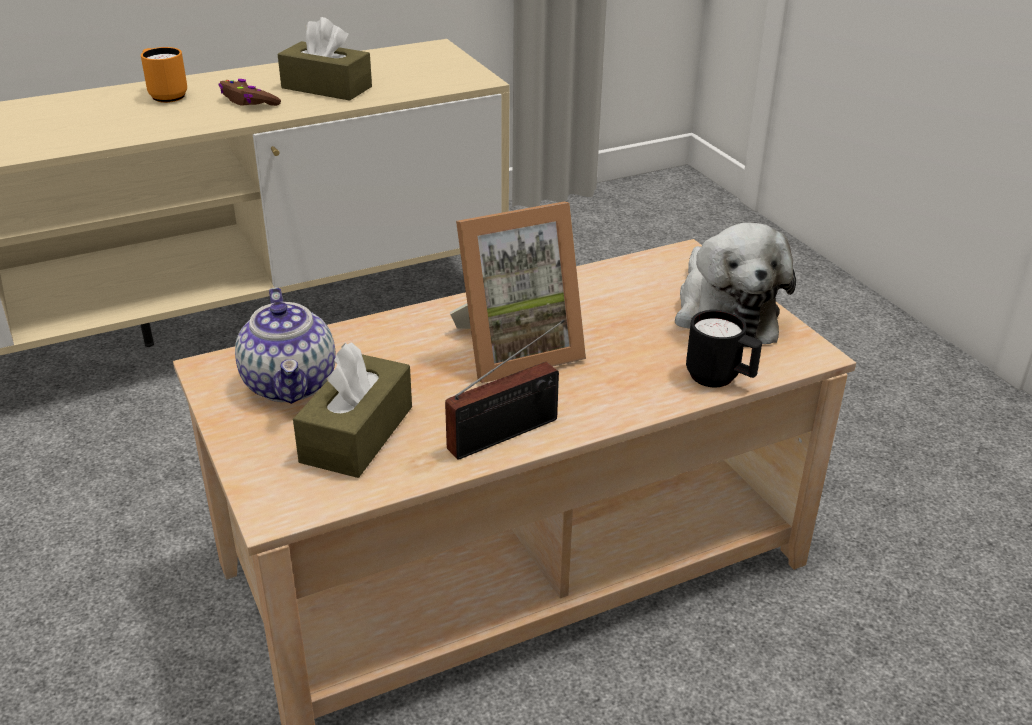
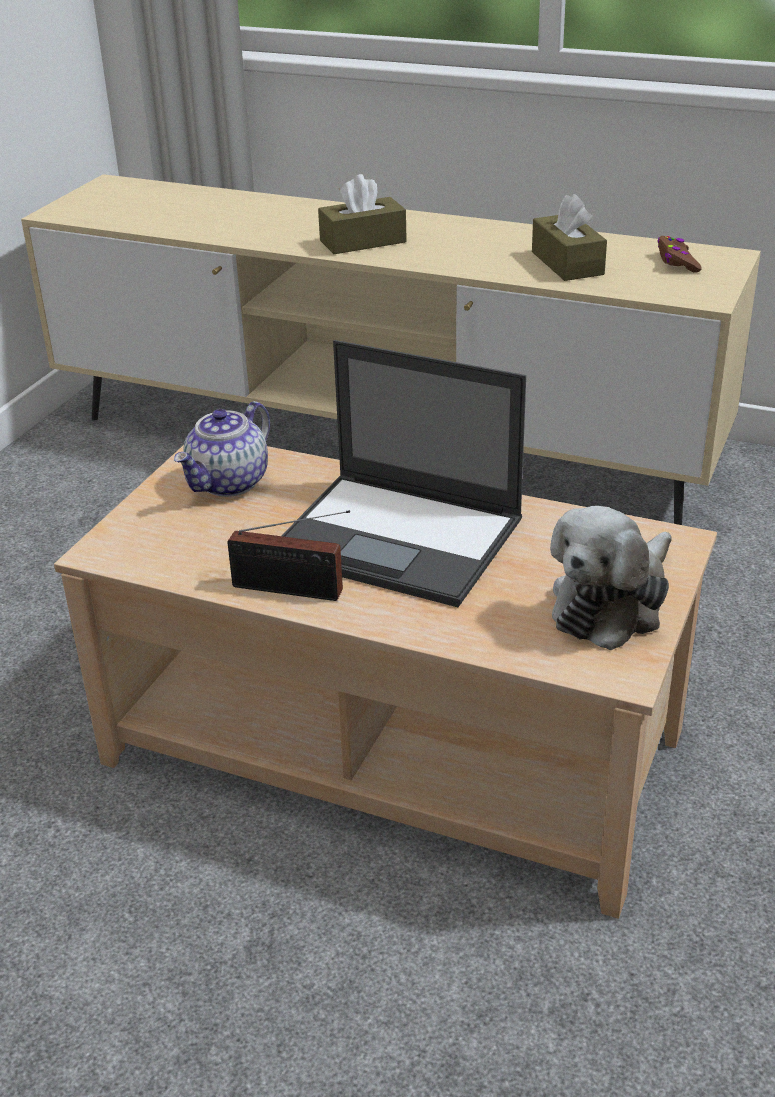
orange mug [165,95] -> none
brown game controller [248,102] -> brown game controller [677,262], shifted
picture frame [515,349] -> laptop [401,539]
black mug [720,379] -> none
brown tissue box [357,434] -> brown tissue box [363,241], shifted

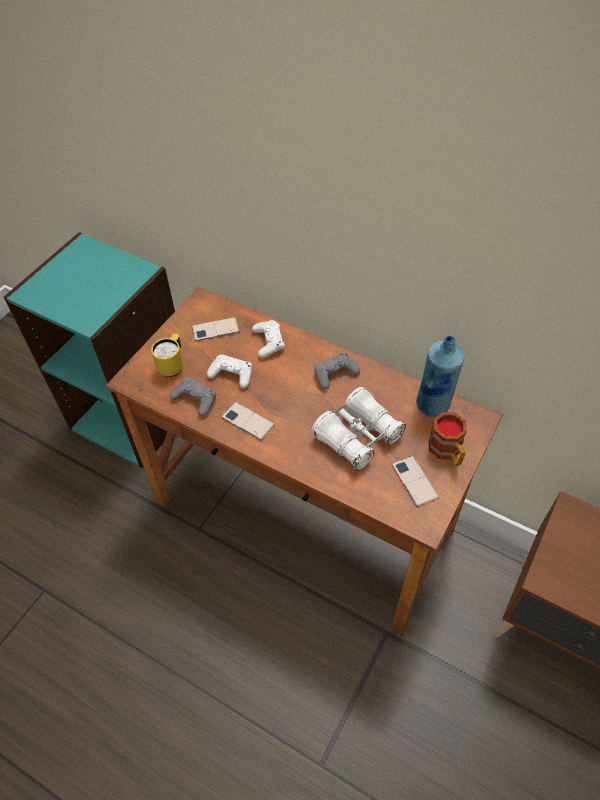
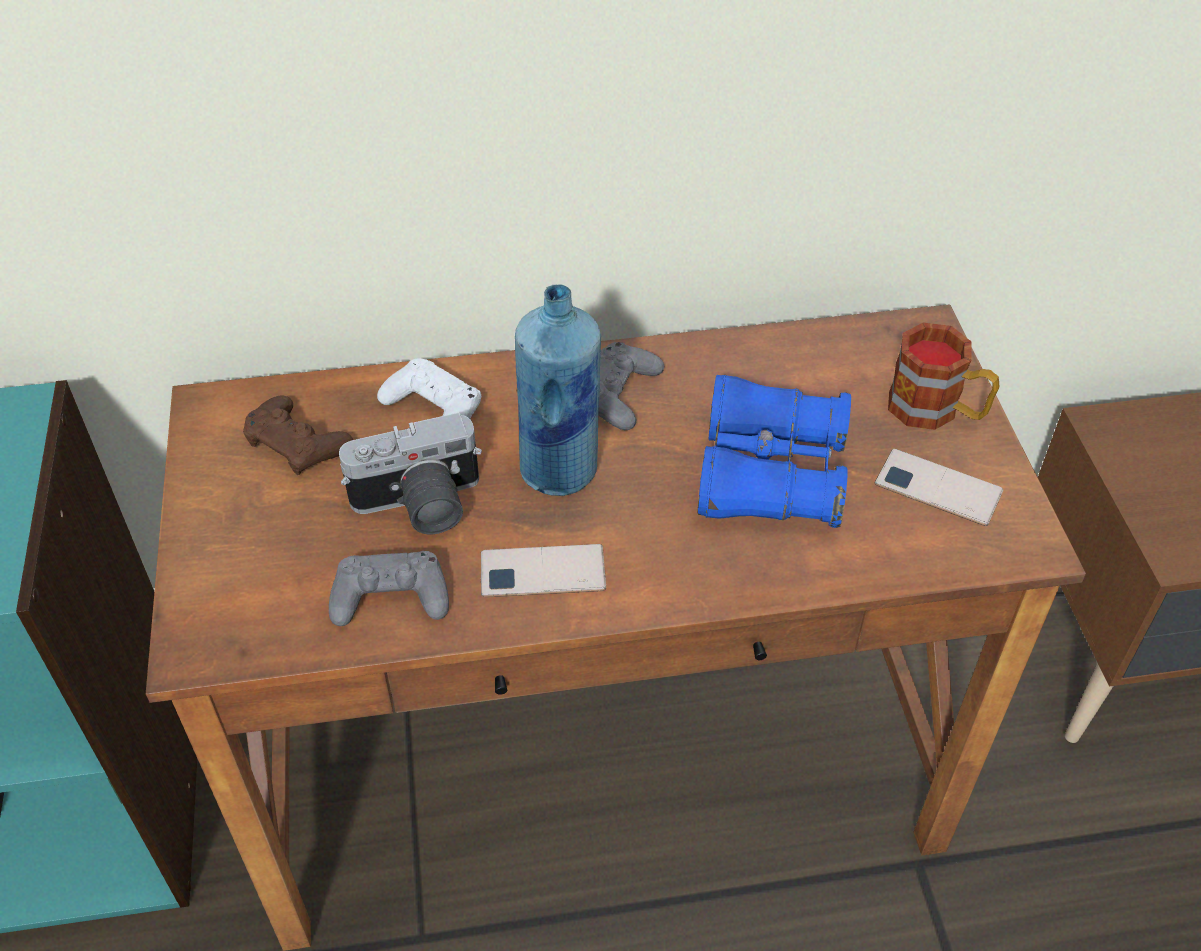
phone [215,329] -> brown game controller [297,444]
yellow mug [172,365] -> none
blue bottle [433,405] -> blue bottle [560,470], shifted
white game controller [232,374] -> photo camera [419,507]
white binoculars [357,436] -> blue binoculars [770,474]

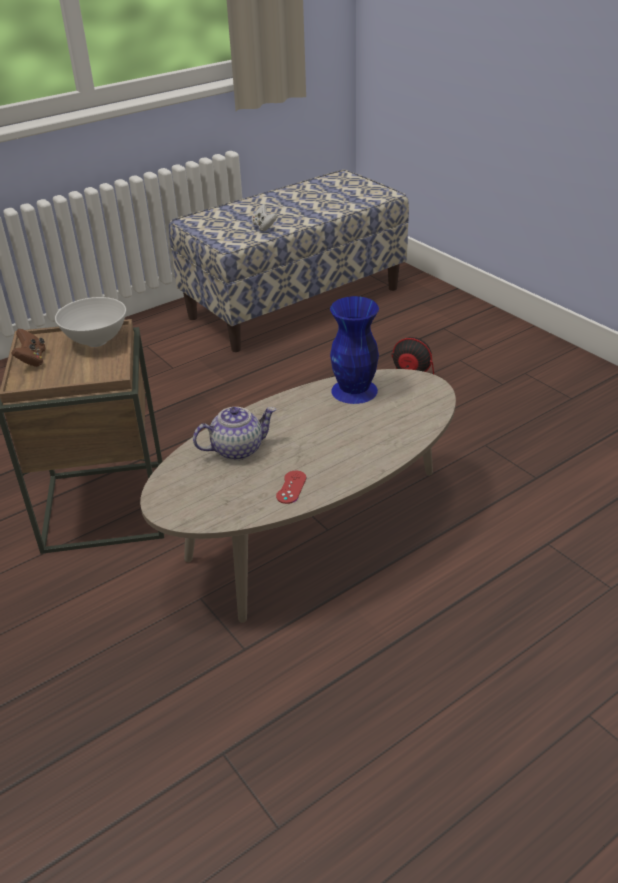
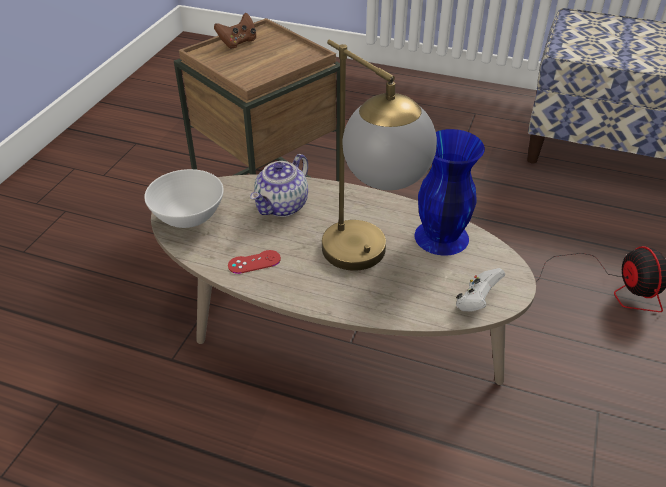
white game controller [264,227] -> white game controller [476,302], shifted
white bowl [97,341] -> white bowl [189,220], shifted
teapot [237,449] -> teapot [282,206], 90 degrees clockwise
none -> table lamp [369,261]

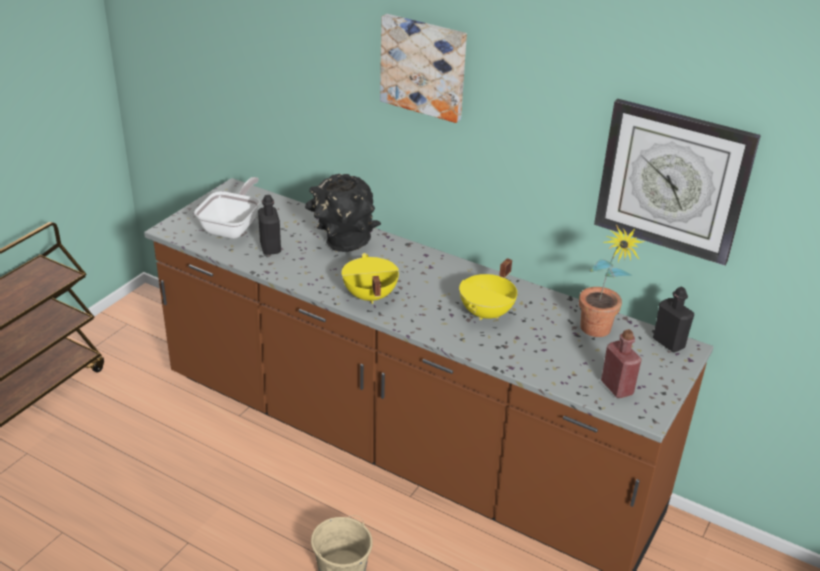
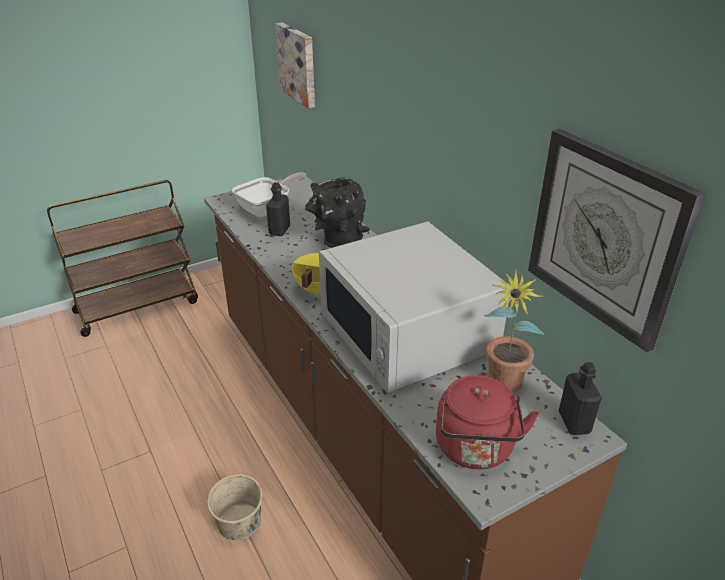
picture [424,66] -> picture [298,64], shifted
yellow cooking pot [487,313] -> white microwave [408,334]
red bottle [617,387] -> red kettle [475,450]

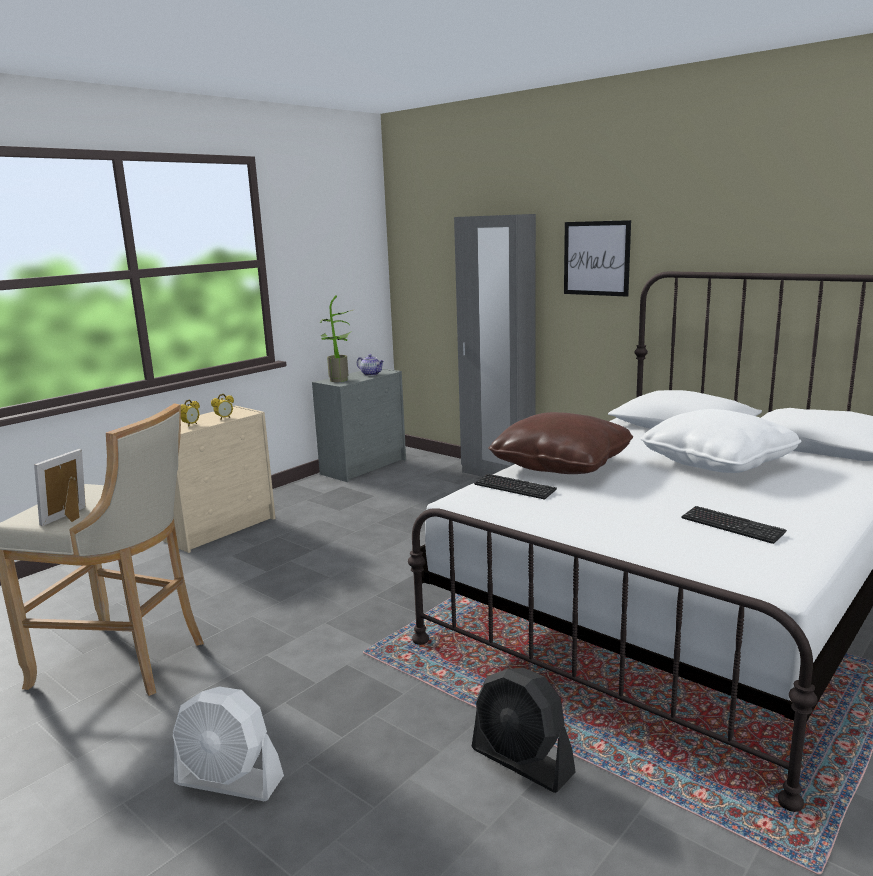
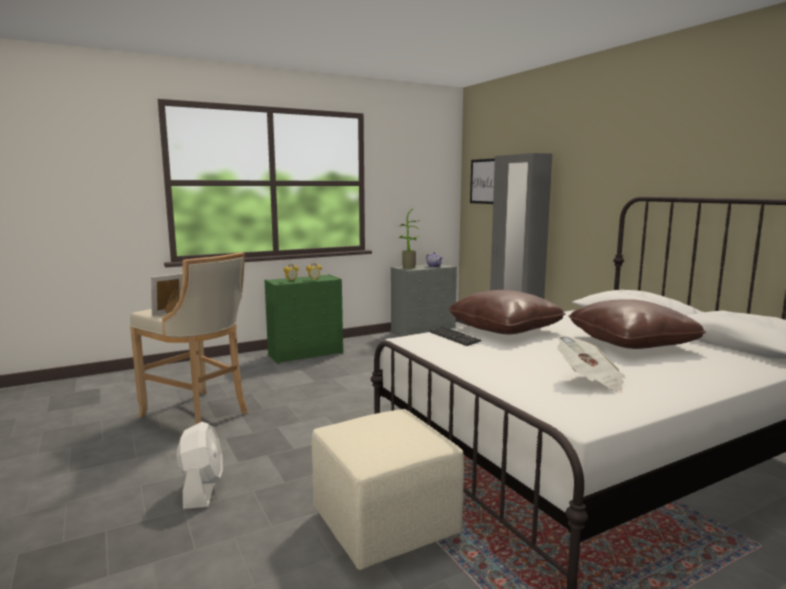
picture [596,258] -> picture [484,181], shifted
beige dresser [221,528] -> green dresser [306,353]
white pillow [717,463] -> brown pillow [631,343]
keyboard [732,526] -> newspaper [590,381]
black fan [522,761] -> beige ottoman [386,526]
white fan [229,781] -> white fan [202,489], 135 degrees counterclockwise

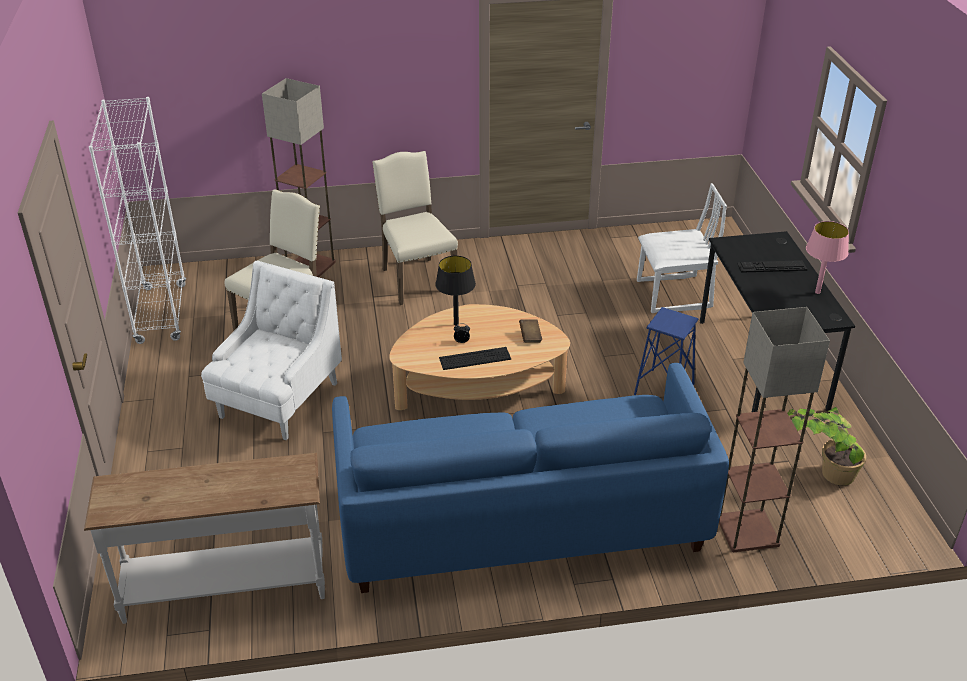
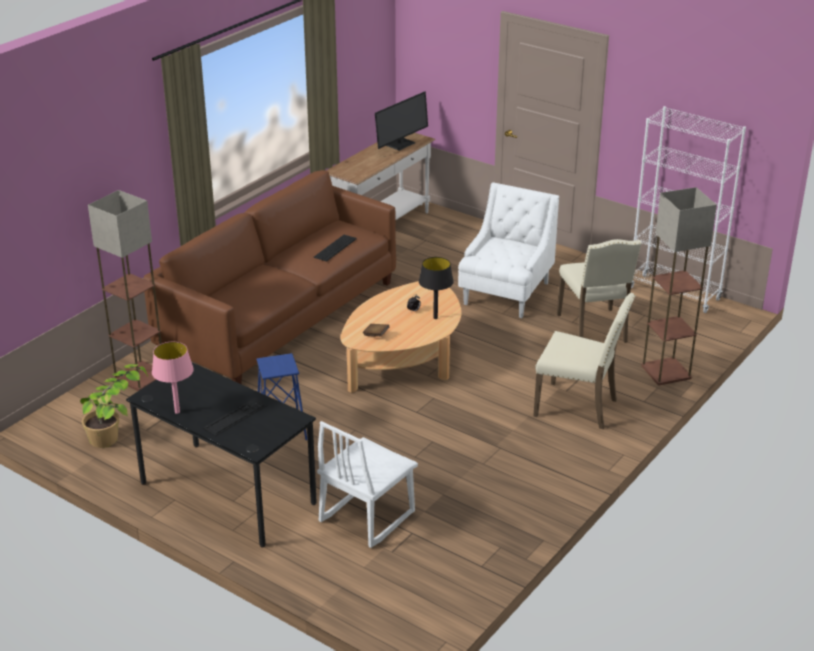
white armchair [278,401] -> white armchair [506,294], 135 degrees counterclockwise
keyboard [475,358] -> keyboard [335,248], shifted
blue sofa [520,518] -> brown sofa [280,317]
none -> monitor [399,143]

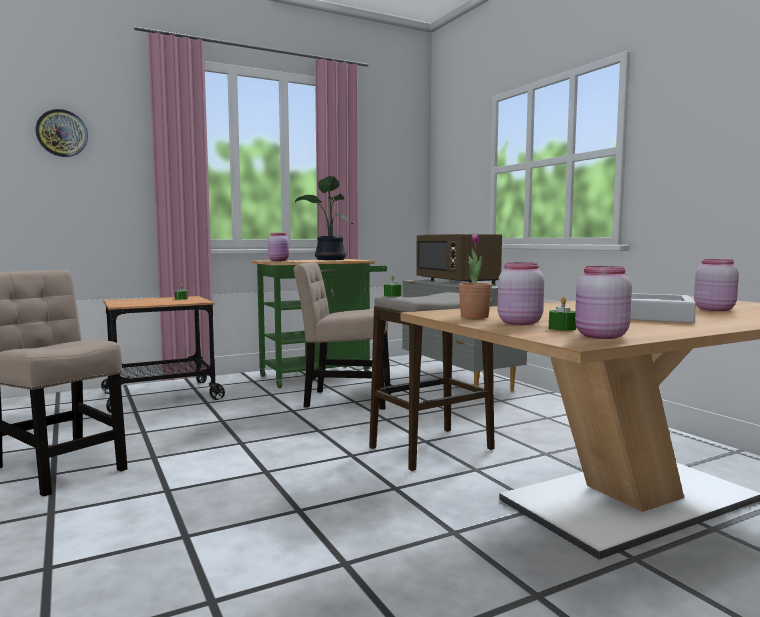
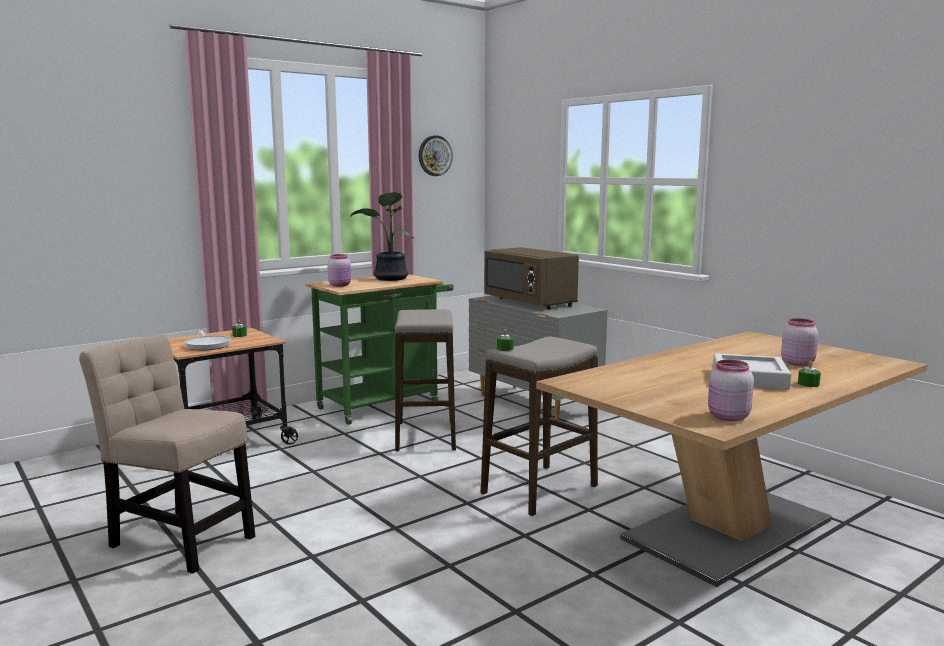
wall clock [62,133] -> wall clock [435,155], shifted
potted plant [474,317] -> none
beige chair [343,400] -> stool [425,436]
pink jar [518,323] -> none
green candle [562,328] -> green candle [808,384], shifted
none -> frying pan [208,345]

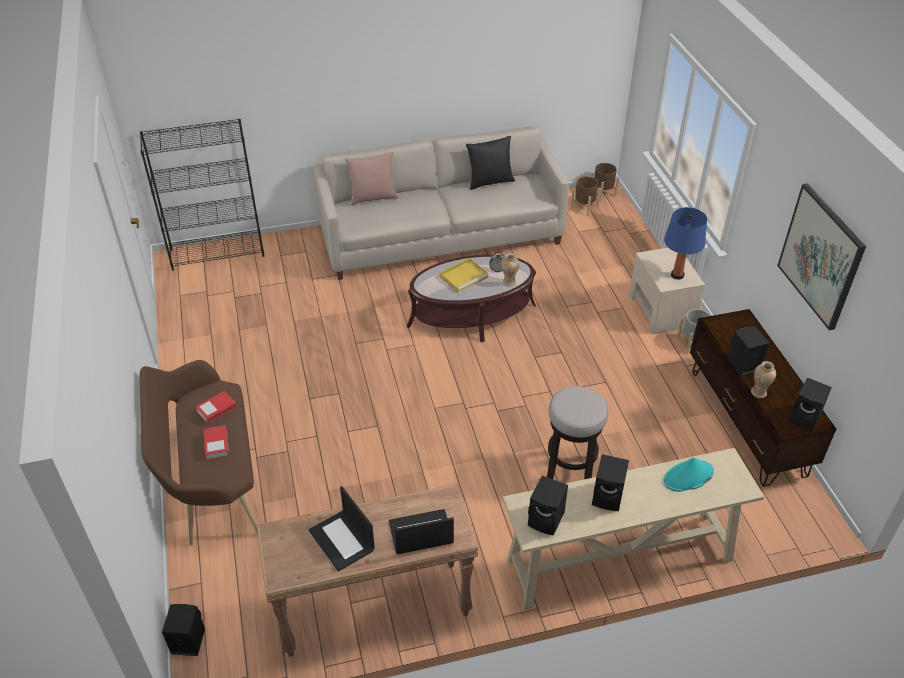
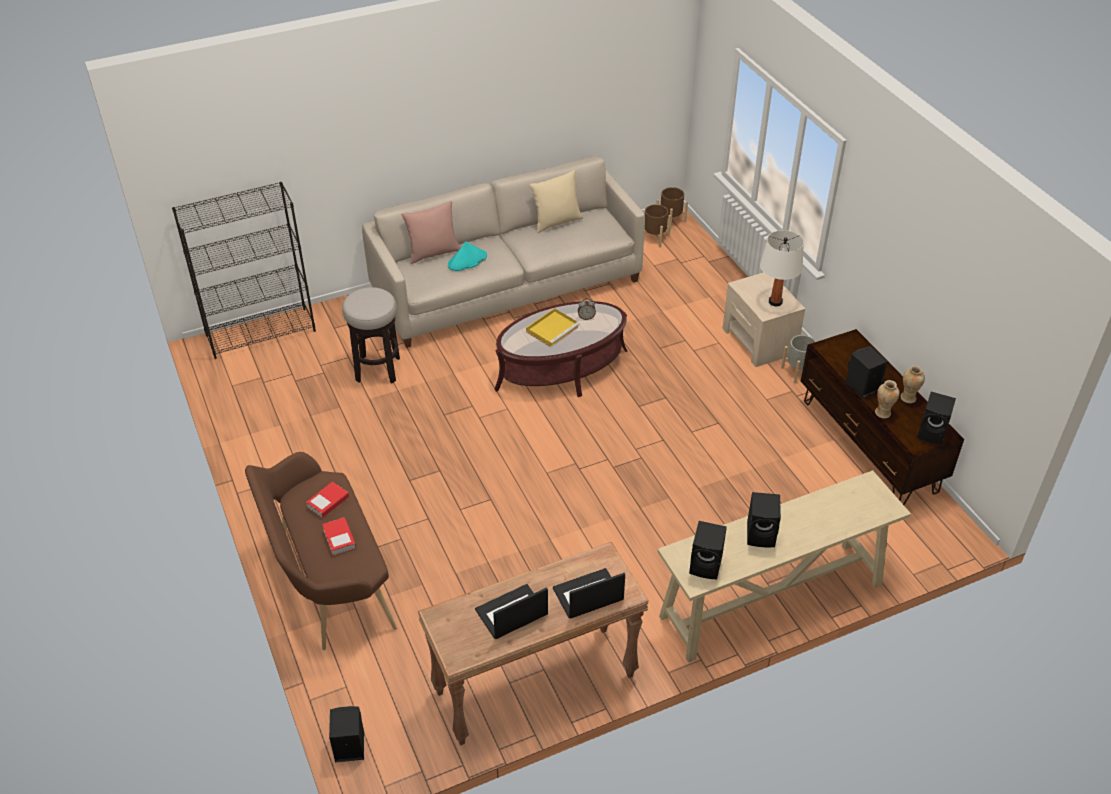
black pillow [490,182] -> beige pillow [556,222]
picture [821,256] -> none
blue table lamp [677,275] -> white table lamp [775,302]
vase [509,282] -> vase [908,398], shifted
stool [570,468] -> stool [378,369], shifted
turquoise hat [688,476] -> turquoise hat [467,261], shifted
laptop [342,540] -> laptop [511,613], 105 degrees clockwise

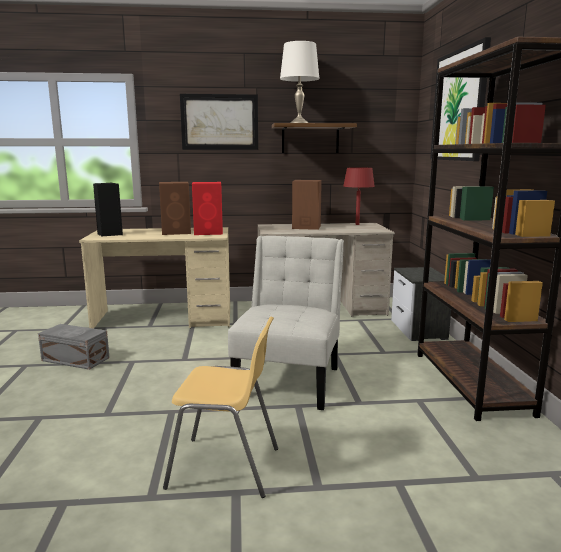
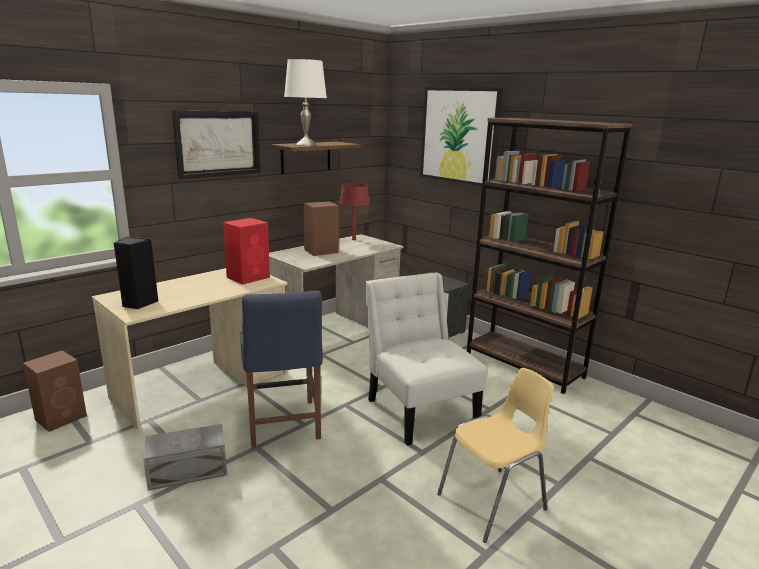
brown speaker [177,232] -> brown speaker [62,417], shifted
none -> blue chair [283,425]

